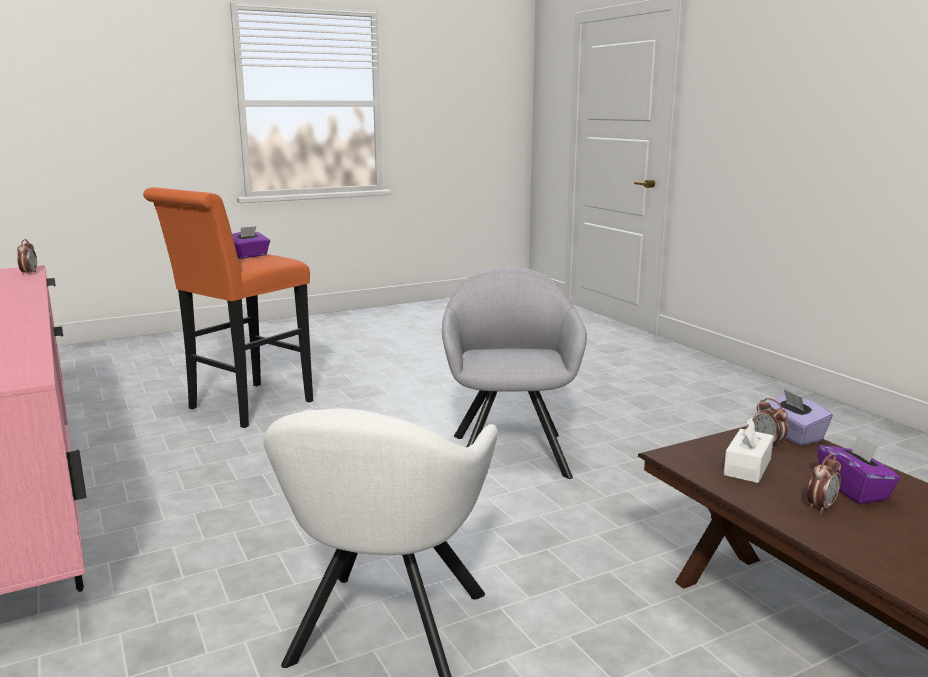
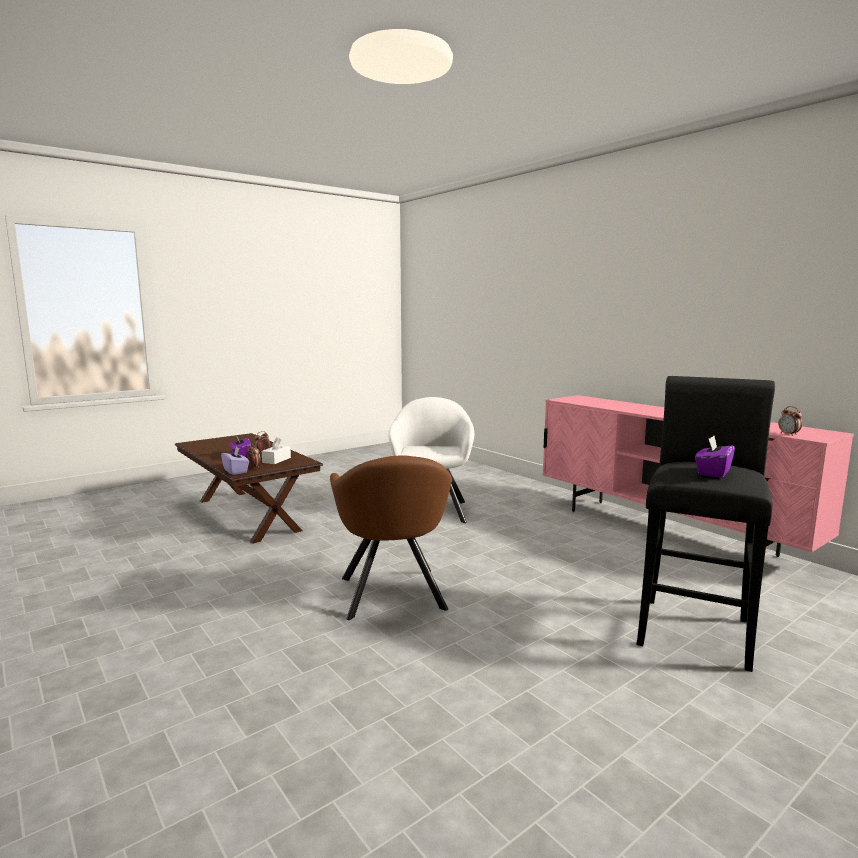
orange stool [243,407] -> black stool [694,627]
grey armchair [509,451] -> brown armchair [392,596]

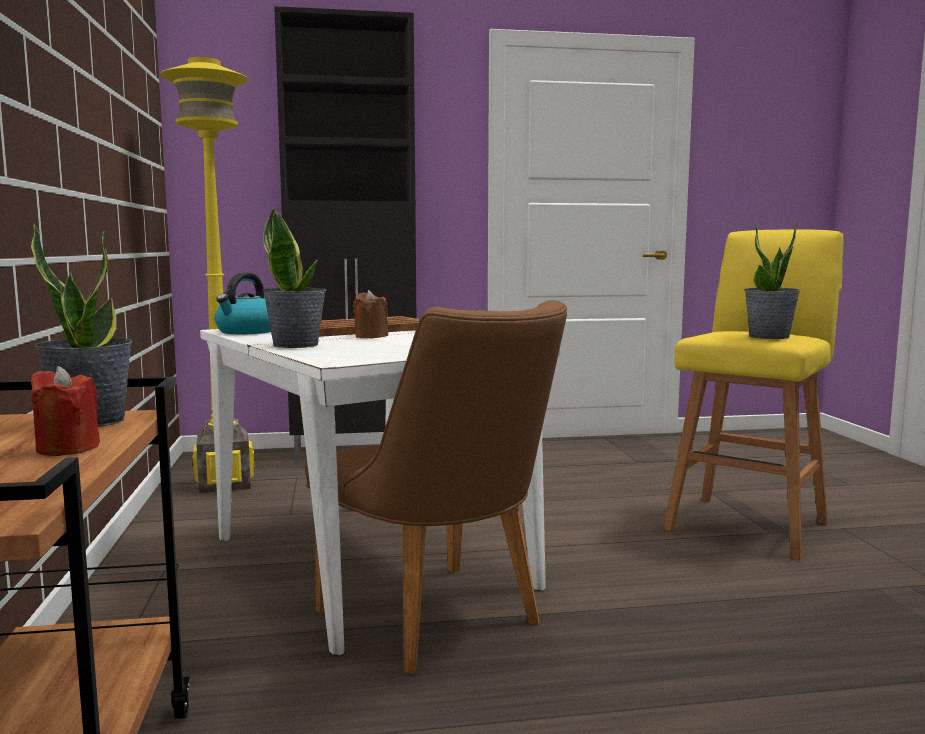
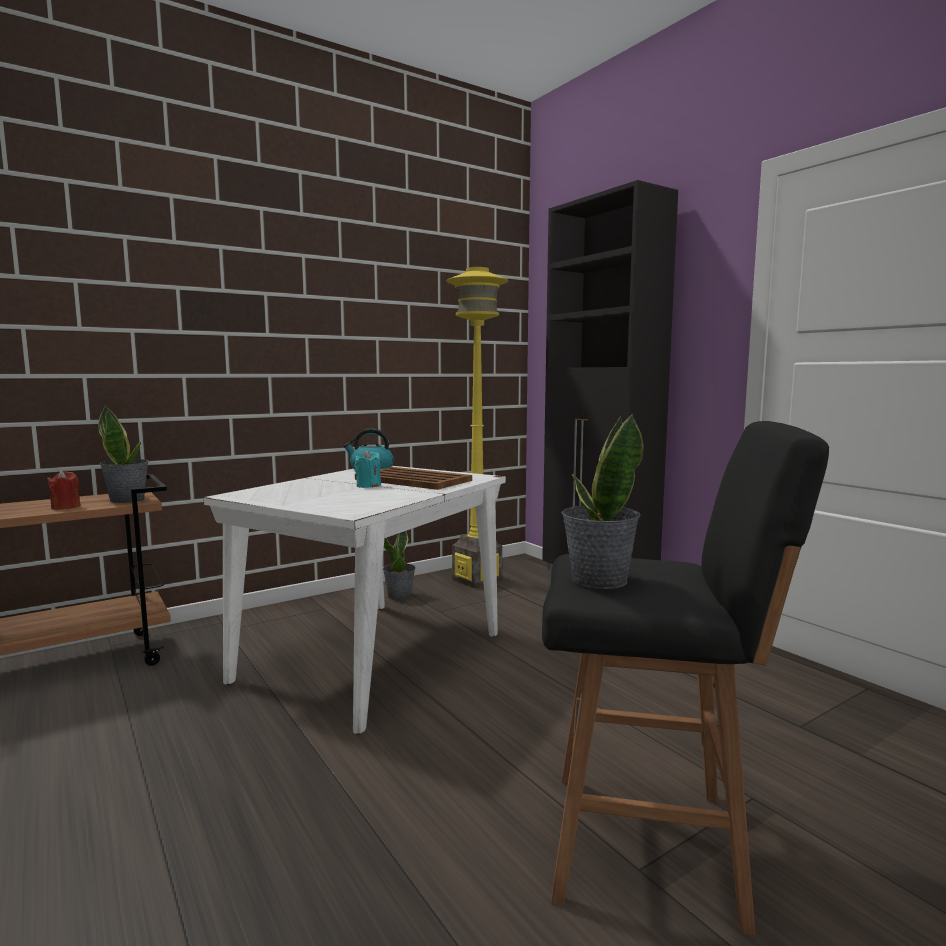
potted plant [296,345] -> potted plant [399,596], shifted
yellow stool [748,524] -> black stool [652,845]
brown candle [371,336] -> turquoise candle [368,486]
brown chair [442,623] -> none

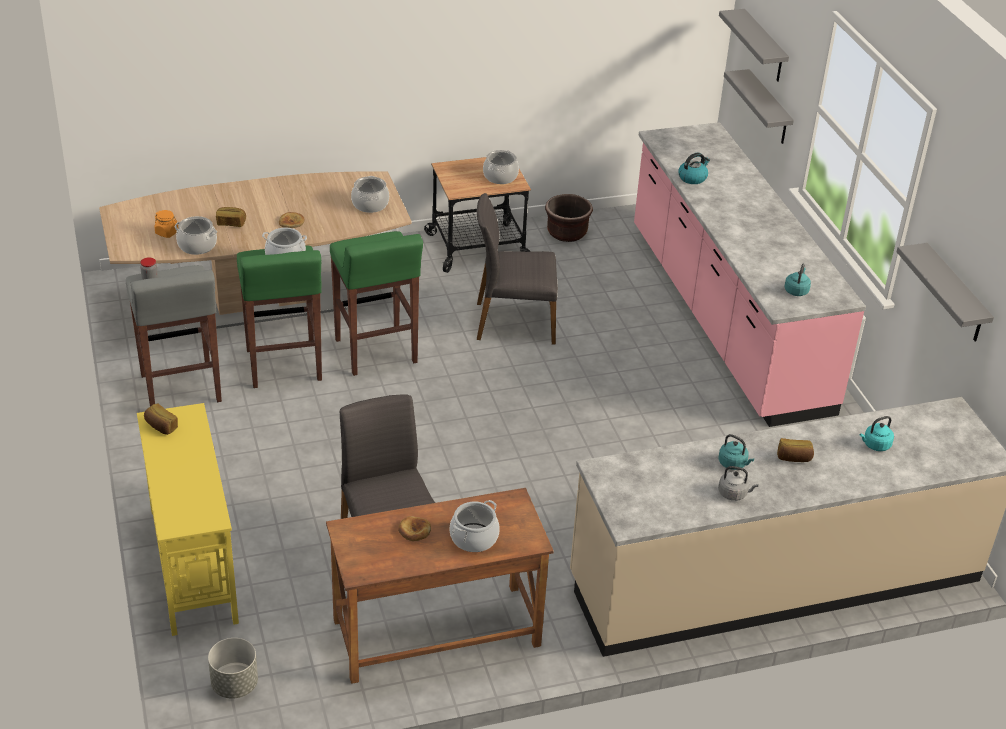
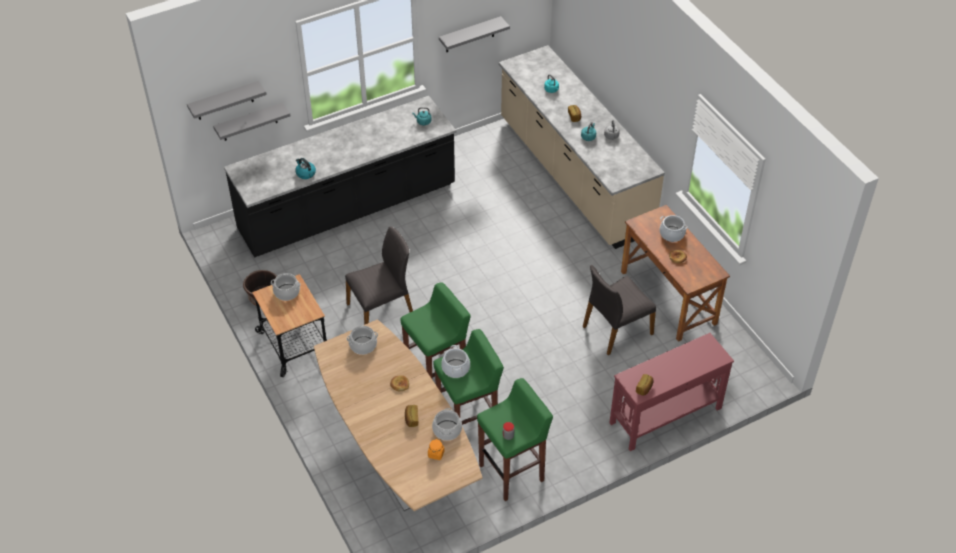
pink counter [726,318] -> black counter [347,208]
grey chair [514,322] -> grey chair [381,310], 105 degrees counterclockwise
grey stool [181,389] -> green stool [512,473]
yellow console table [193,563] -> red console table [664,415]
grey planter [234,685] -> none

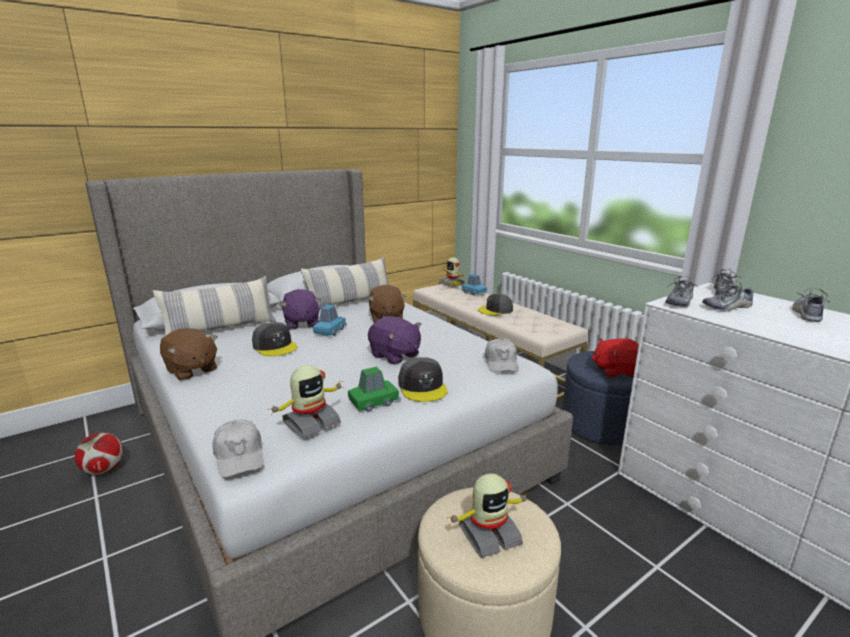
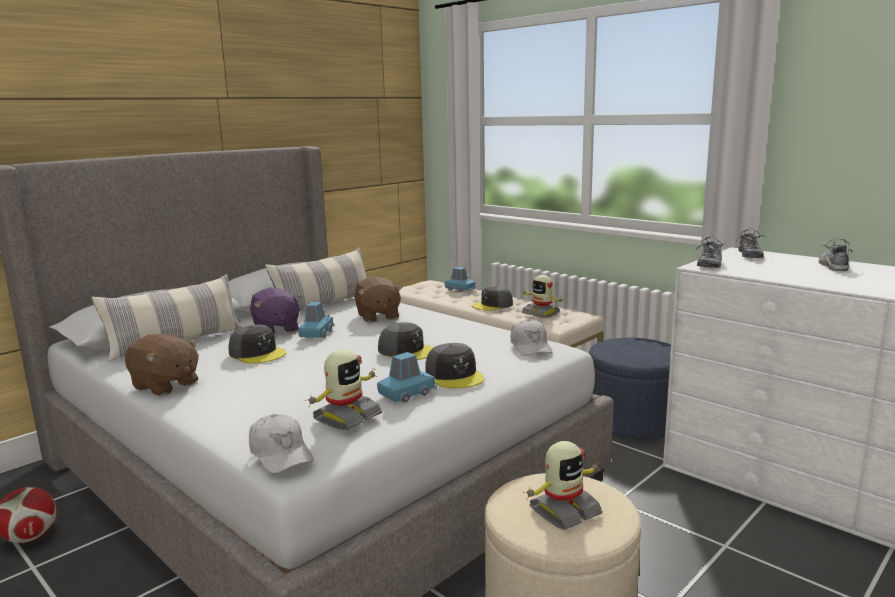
toy robot [452,284] -> toy robot [541,313], shifted
shoe [727,307] -> none
purple plush toy [395,355] -> grey cap [407,351]
red plush toy [615,371] -> none
green toy car [374,402] -> blue toy car [407,393]

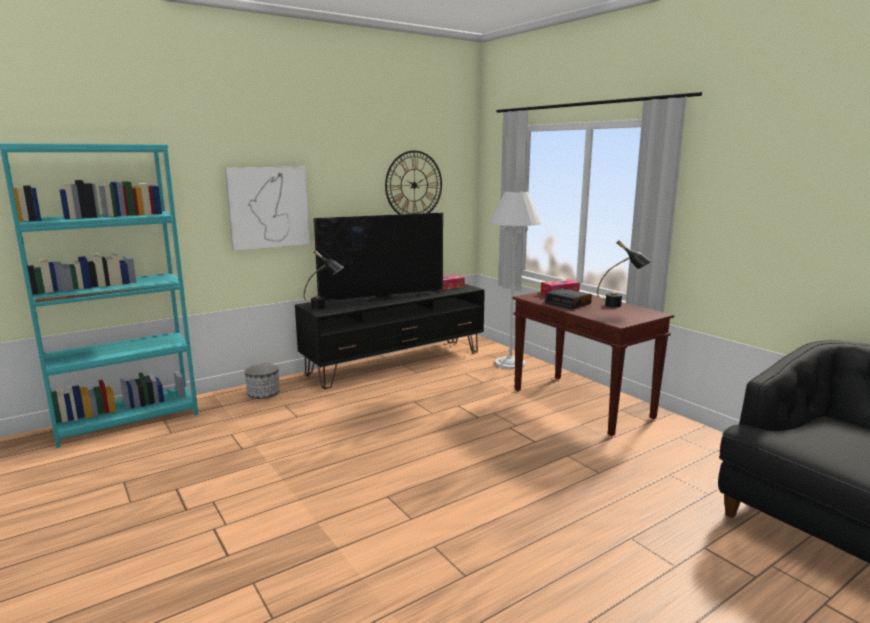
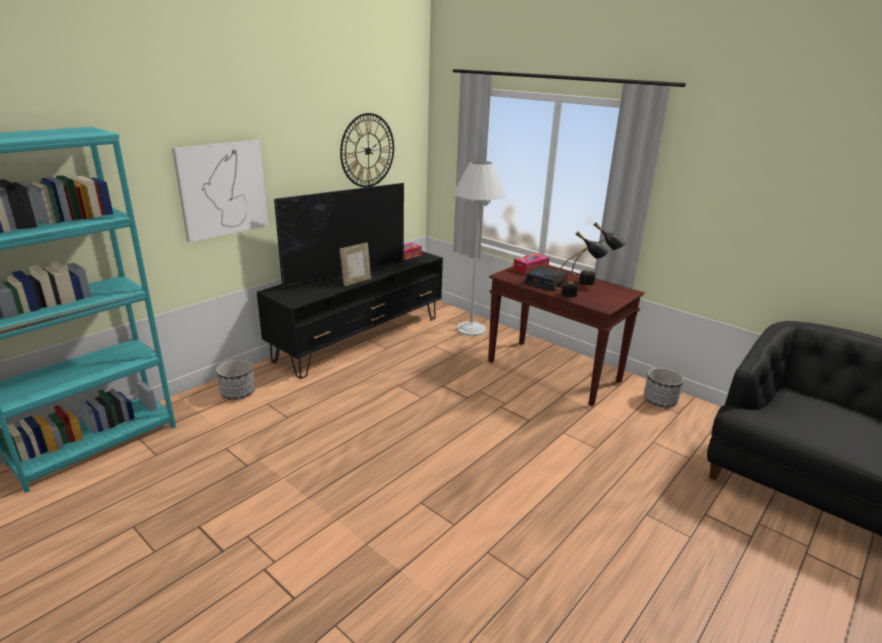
black table lamp [324,308] -> black table lamp [576,294], shifted
none -> picture frame [356,281]
none -> planter [660,400]

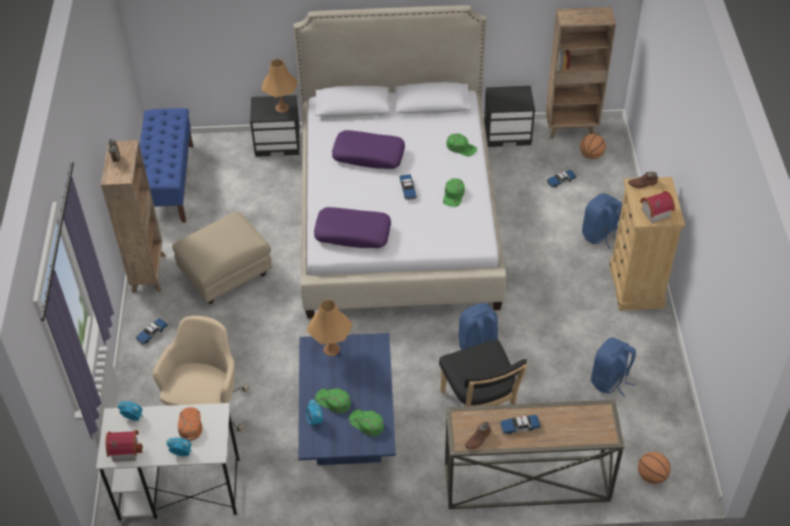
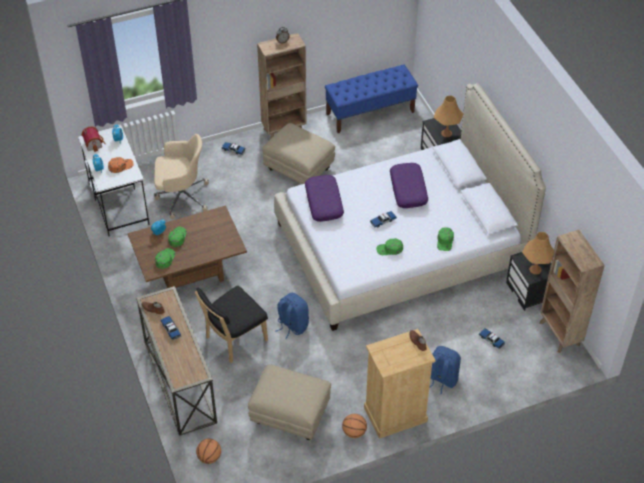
basketball [591,155] -> basketball [354,432], shifted
toy house [653,212] -> none
orange table lamp [331,349] -> orange table lamp [535,269], shifted
blue coffee table [348,430] -> brown coffee table [190,272]
blue backpack [610,381] -> beige ottoman [289,415]

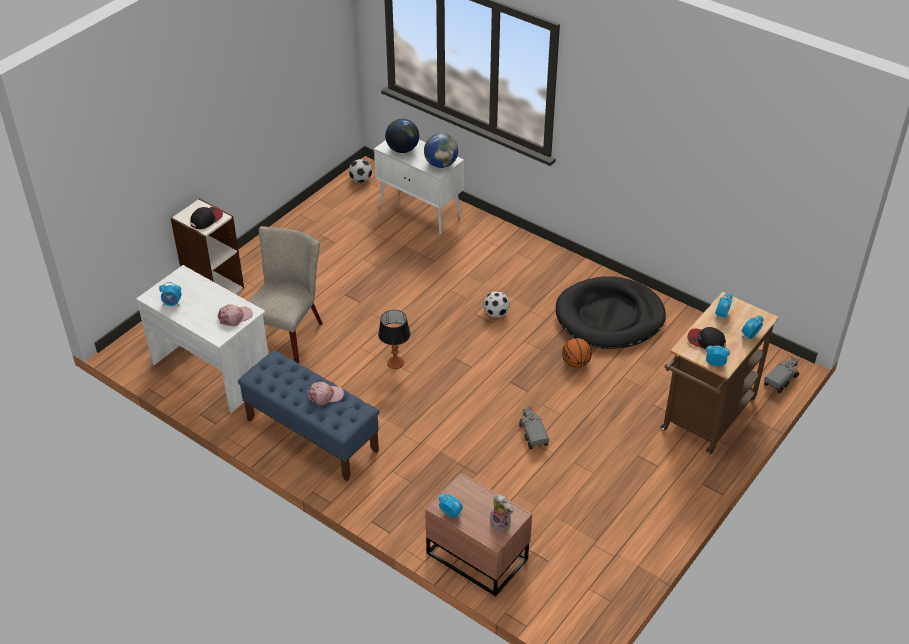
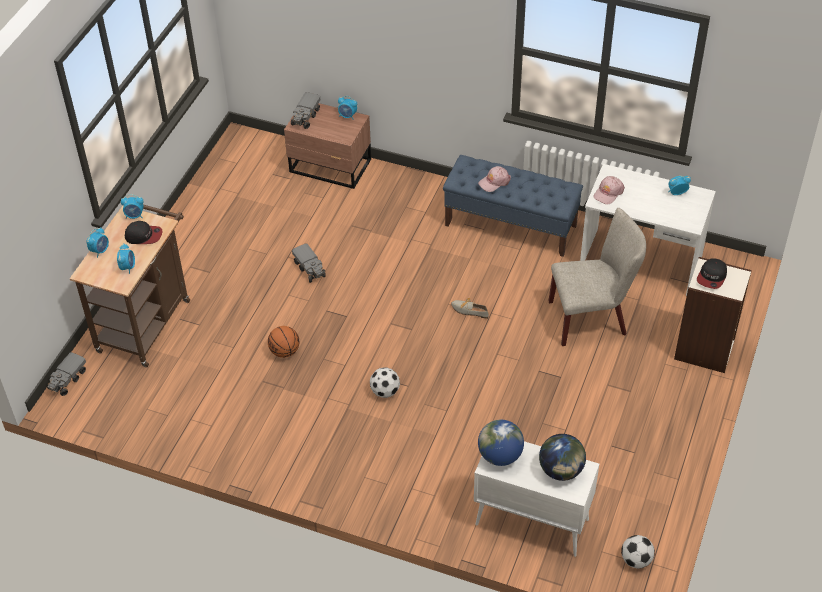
beige chair [288,333] -> beige chair [592,318], 105 degrees counterclockwise
black dog bed [609,317] -> none
table lamp [395,363] -> shoe [468,310]
plush toy [501,524] -> toy truck [305,117]

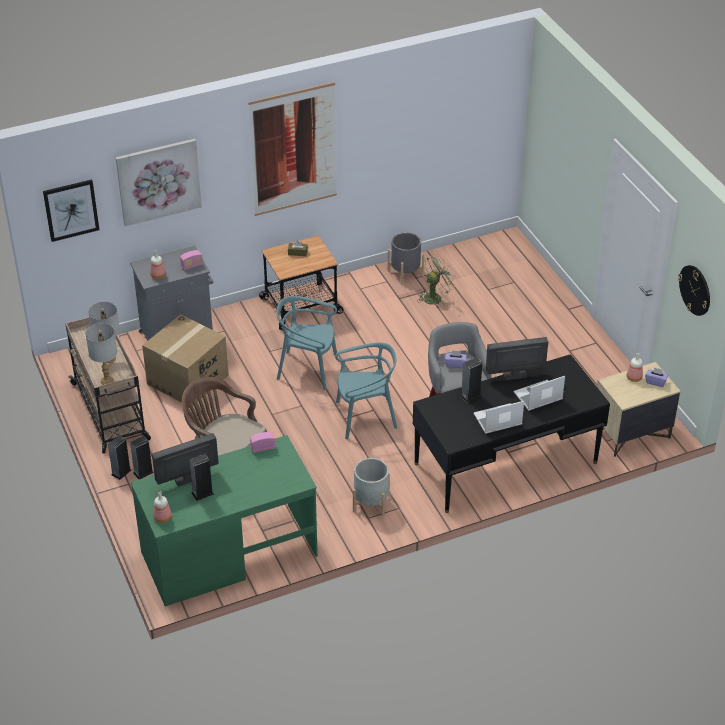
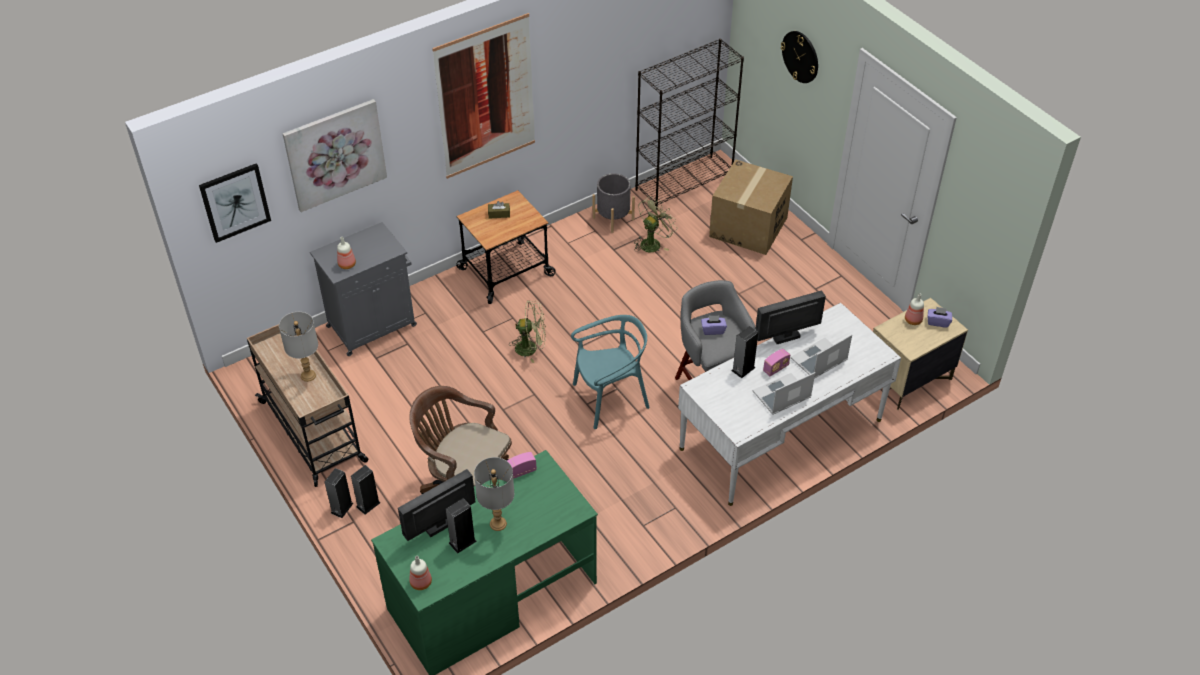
radio [192,266] -> radio [776,368], shifted
wall clock [695,290] -> wall clock [800,56], shifted
turquoise chair [307,369] -> green fan [531,348]
cardboard box [187,380] -> cardboard box [748,227], shifted
grey table lamp [107,380] -> grey table lamp [498,523], shifted
black desk [506,463] -> white desk [781,434]
grey planter [371,503] -> none
none -> black bookcase [684,182]

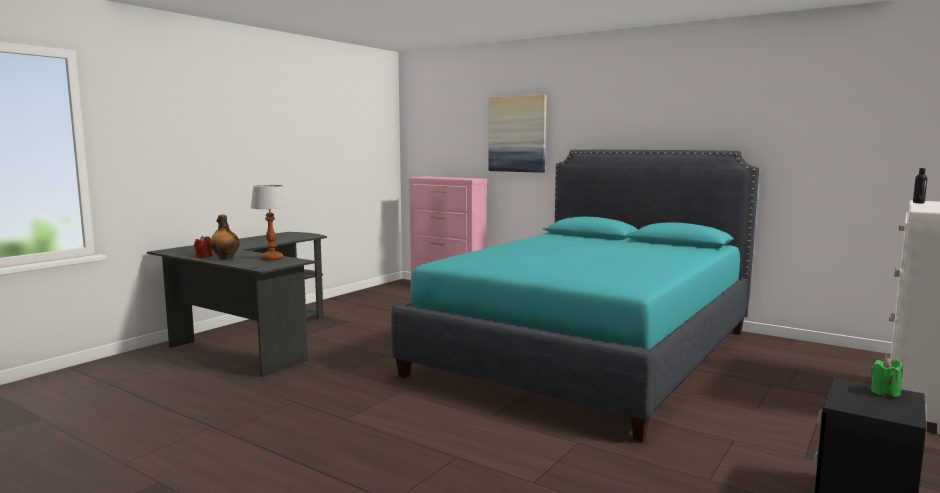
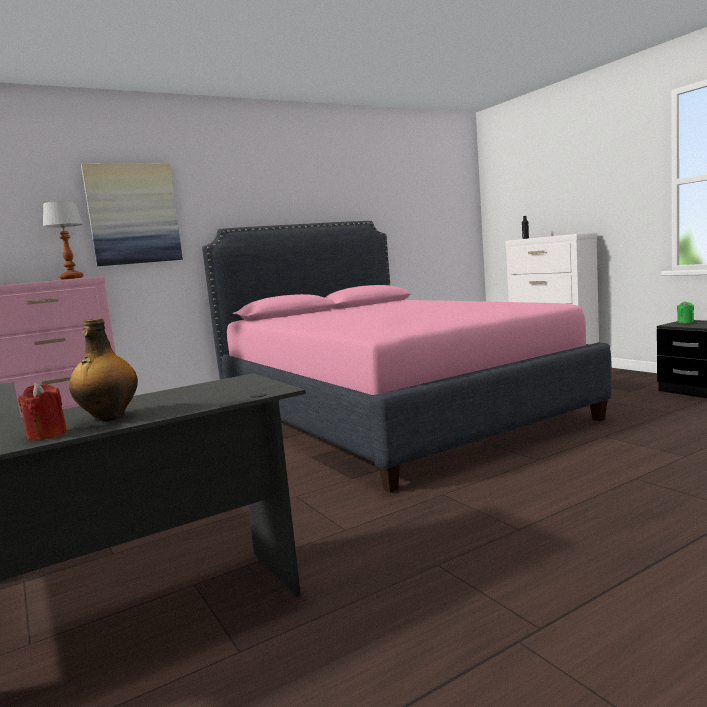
turquoise bed [588,352] -> pink bed [390,414]
table lamp [271,258] -> table lamp [71,278], shifted

